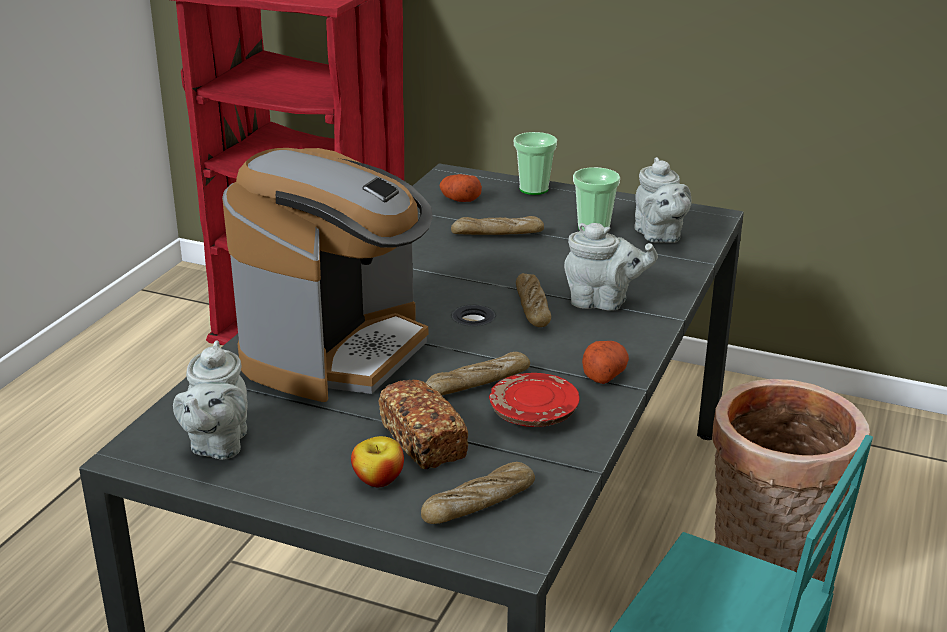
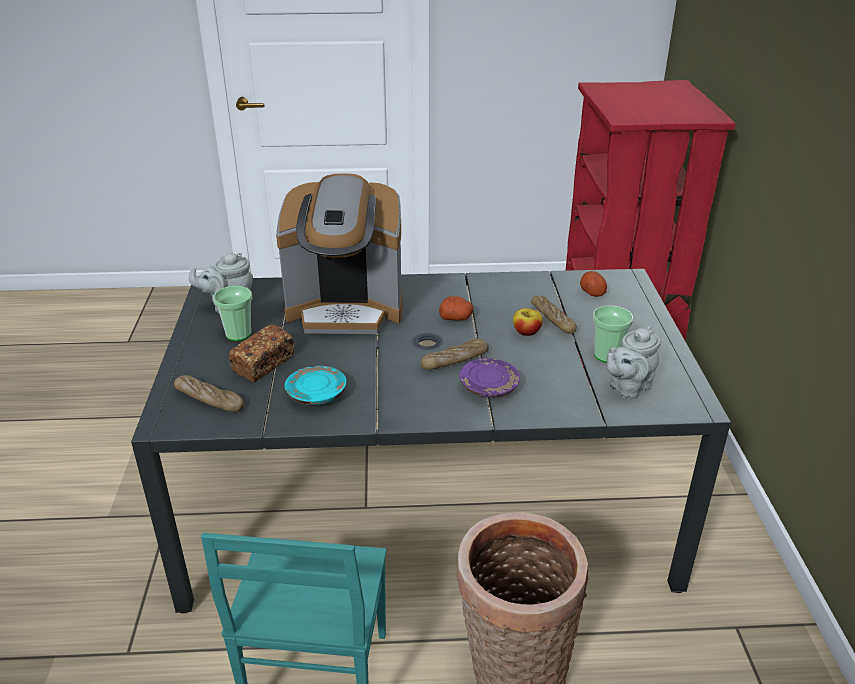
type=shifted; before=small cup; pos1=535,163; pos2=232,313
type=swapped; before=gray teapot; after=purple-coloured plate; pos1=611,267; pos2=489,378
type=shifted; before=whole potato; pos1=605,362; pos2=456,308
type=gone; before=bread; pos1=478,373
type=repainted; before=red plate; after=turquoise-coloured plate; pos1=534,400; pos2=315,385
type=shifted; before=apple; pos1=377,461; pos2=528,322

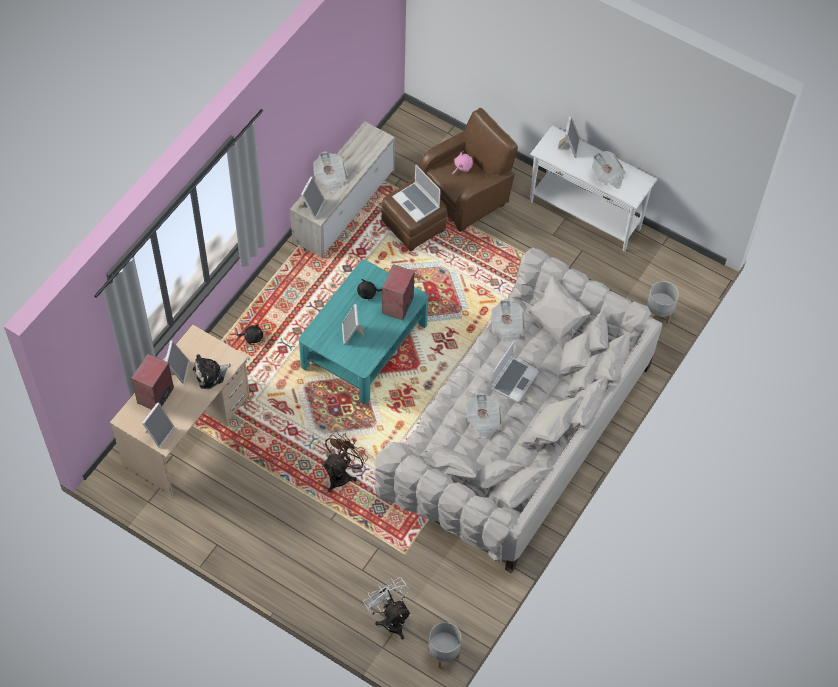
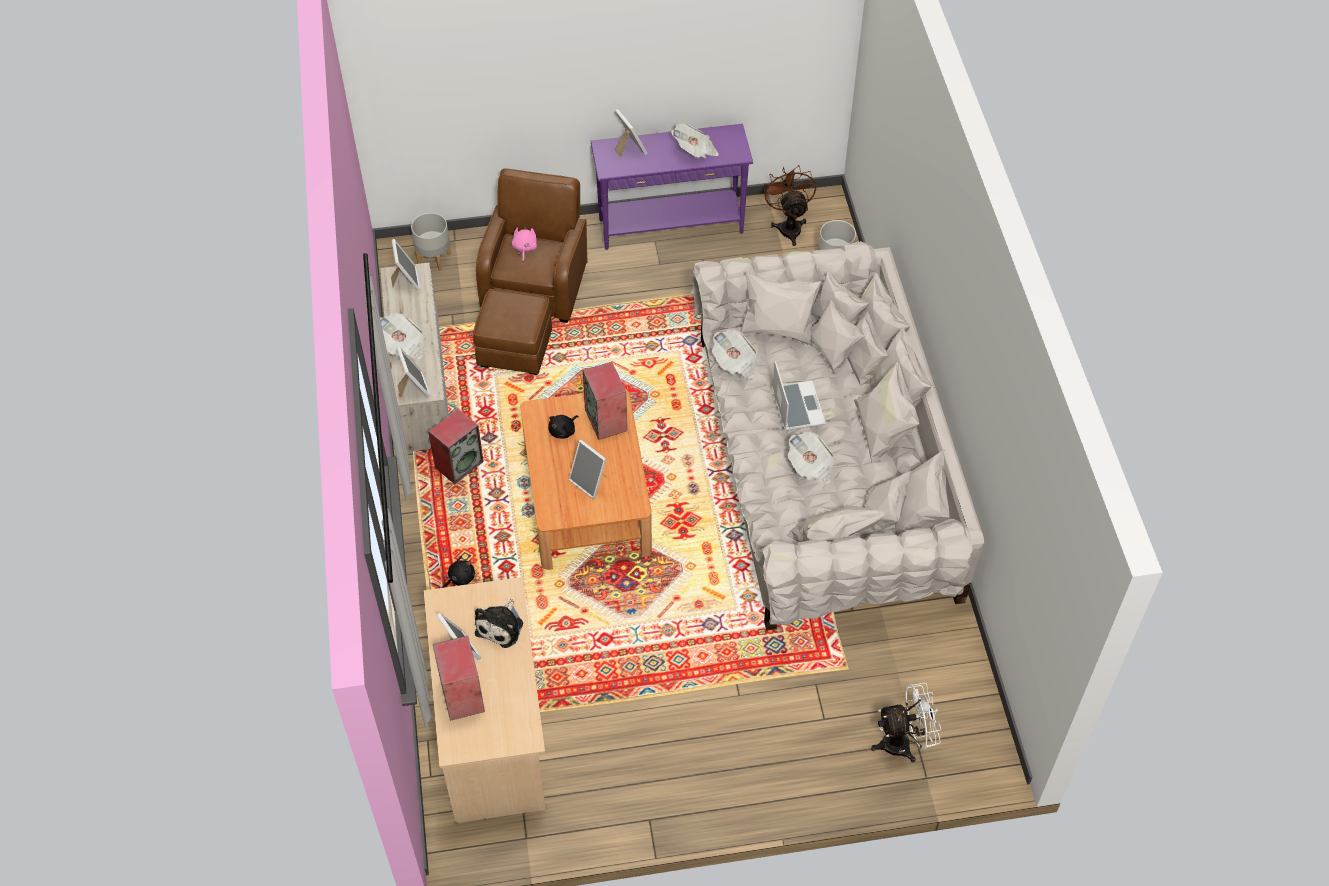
type=repainted; before=white-coloured hall table; after=purple-coloured hall table; pos1=593,188; pos2=672,187
type=gone; before=notebook computer; pos1=416,193
type=repainted; before=turquoise-coloured coffee table; after=brown coffee table; pos1=364,332; pos2=586,479
type=shifted; before=picture frame; pos1=158,425; pos2=405,264
type=shifted; before=brown cooling fan; pos1=345,461; pos2=789,205
type=rotated; before=white-coloured cooling fan; pos1=387,608; pos2=906,722; turn=150
type=shifted; before=gray plant pot; pos1=445,645; pos2=431,242
type=new; after=loudspeaker; pos2=456,446

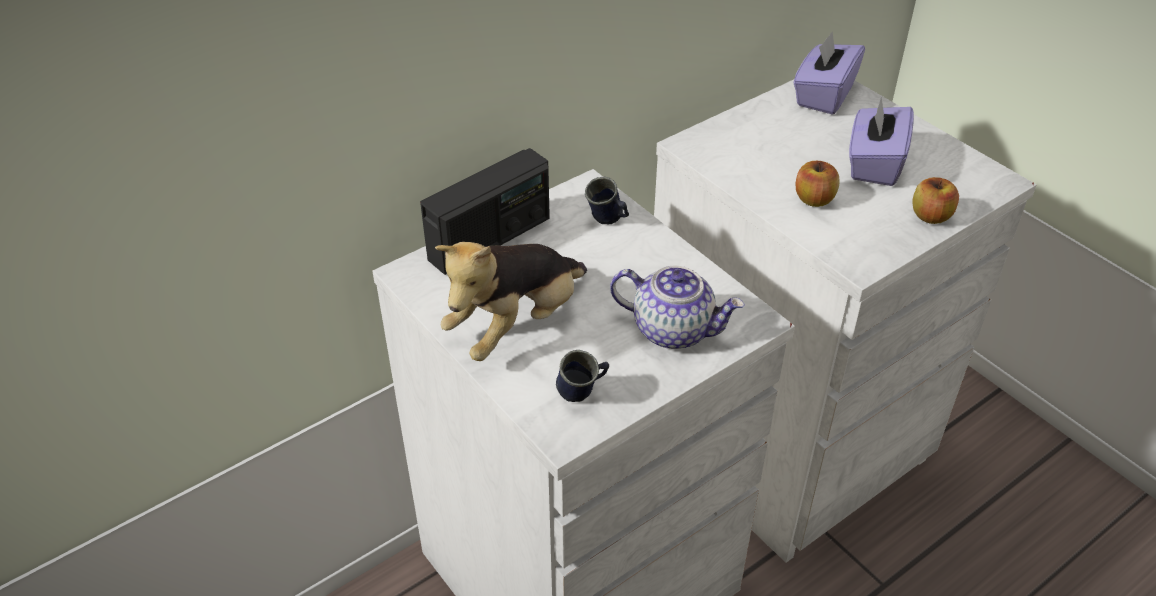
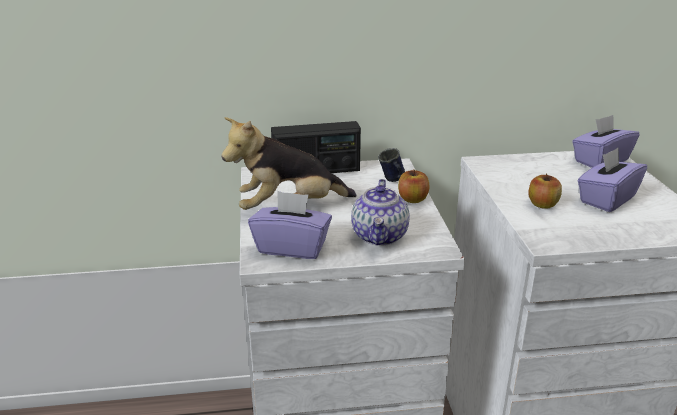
type=shifted; before=apple; pos1=935,200; pos2=413,186
type=rotated; before=teapot; pos1=677,307; pos2=380,212; turn=45
type=swapped; before=blue mug; after=purple-coloured tissue box; pos1=582,376; pos2=290,225

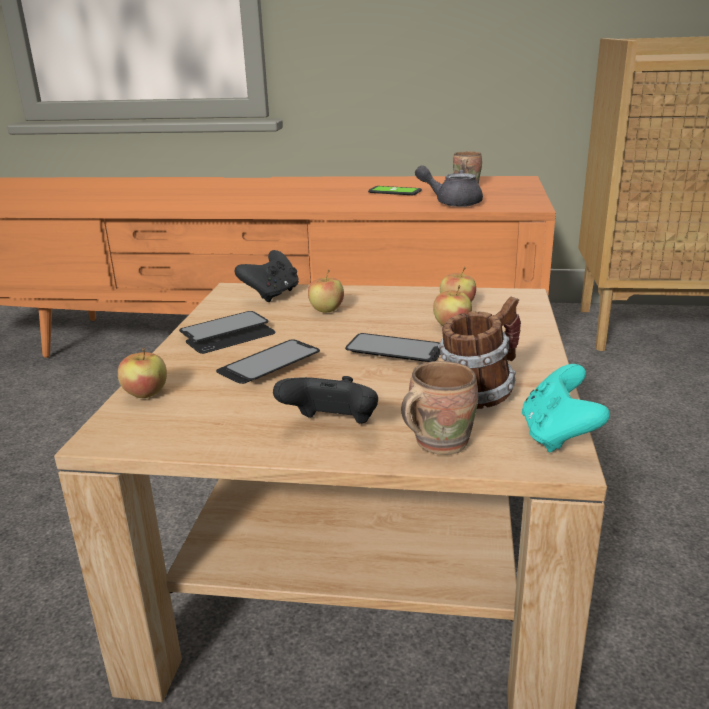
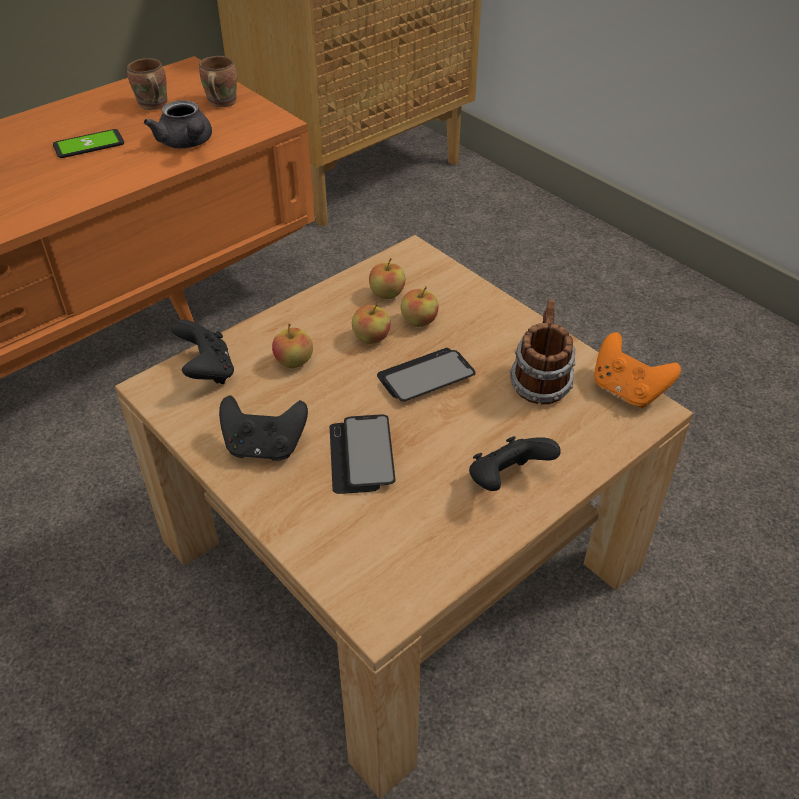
type=rotated; before=gray teapot; pos1=449,186; pos2=178,124; turn=-90
type=swapped; before=phone; after=blackish gamepad; pos1=227,332; pos2=263,428
type=shifted; before=apple; pos1=142,373; pos2=371,323
type=shifted; before=brown mug; pos1=439,408; pos2=218,81
type=repainted; before=turquoise-coloured gamepad; after=orange-coloured gamepad; pos1=566,408; pos2=637,370

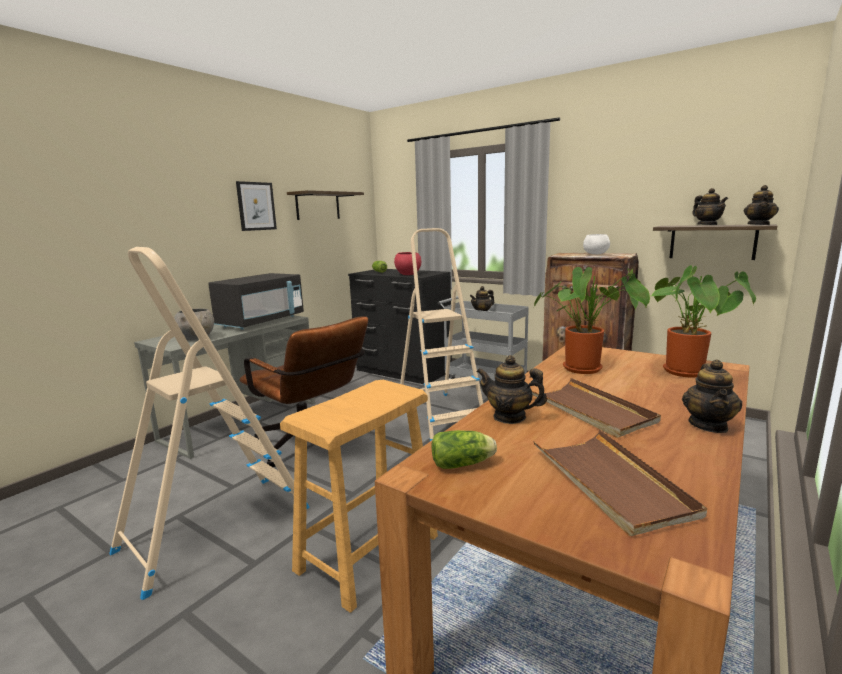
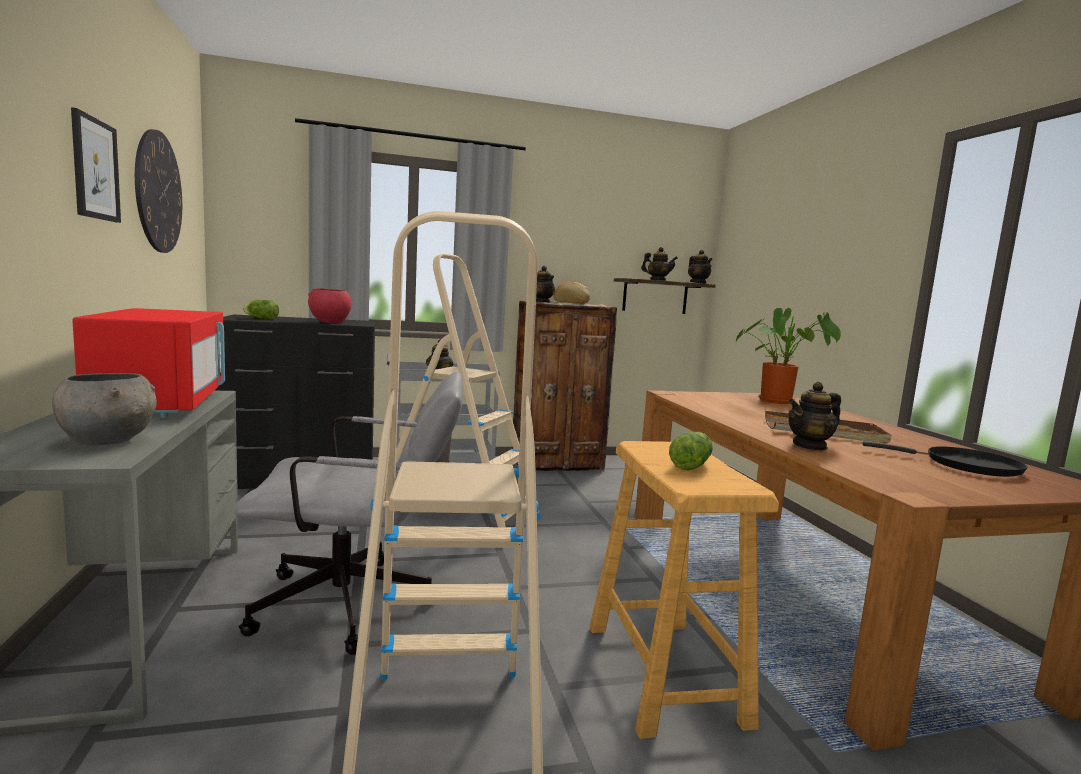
type=swapped; before=shelf; after=hanging clock; pos1=325,205; pos2=158,191
type=swapped; before=white-coloured bowl; after=bread; pos1=596,244; pos2=571,293
type=gone; before=plant in a pot; pos1=592,320
type=repainted; before=blackish microwave; after=red microwave; pos1=256,301; pos2=148,363
type=repainted; before=brown desk chair; after=gray desk chair; pos1=303,391; pos2=348,513
type=shifted; before=teapot; pos1=712,396; pos2=545,284
type=shifted; before=head of lettuce; pos1=464,449; pos2=691,451
type=swapped; before=brown tray; after=blackish pan; pos1=620,483; pos2=944,459

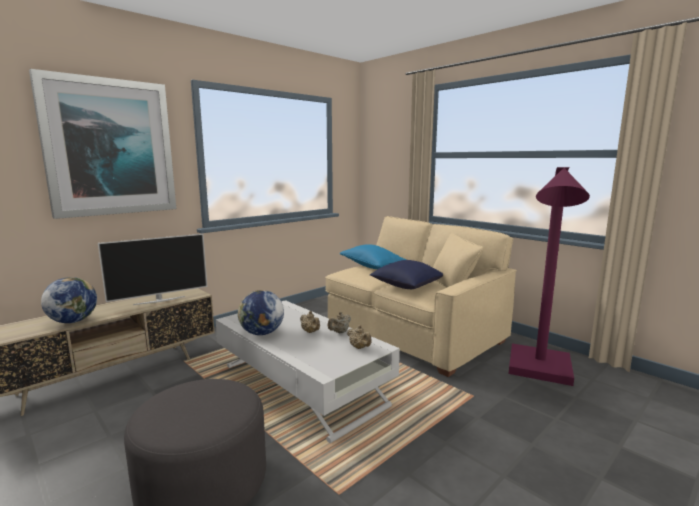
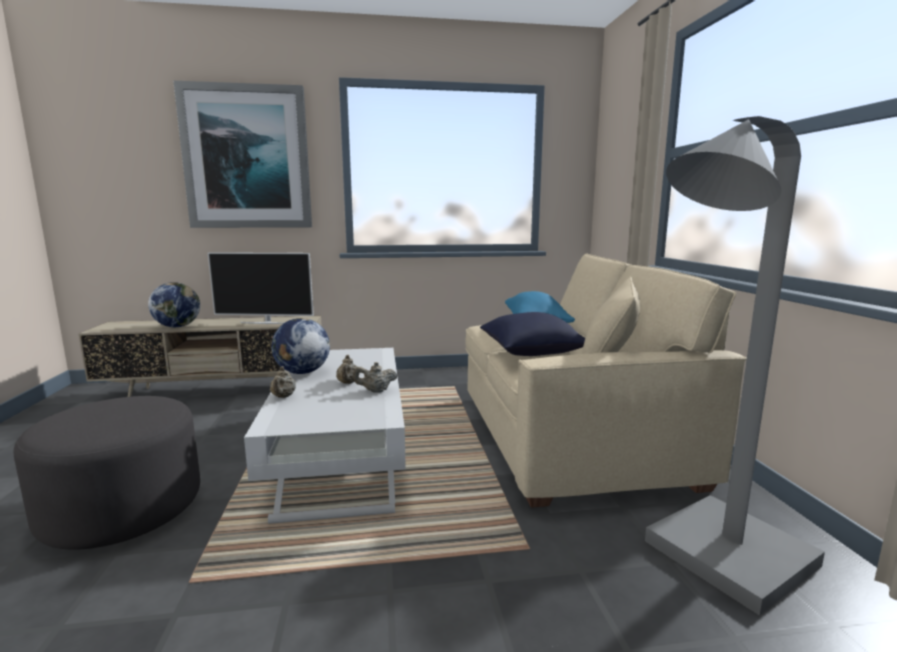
type=repainted; before=purple-coloured standard lamp; after=gray standard lamp; pos1=549,276; pos2=735,366
type=shifted; before=sand-coloured teapot; pos1=359,337; pos2=283,382

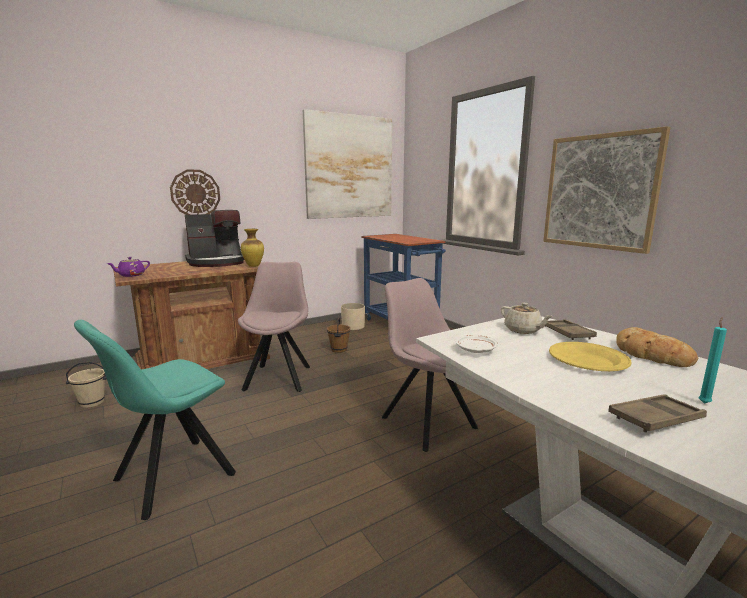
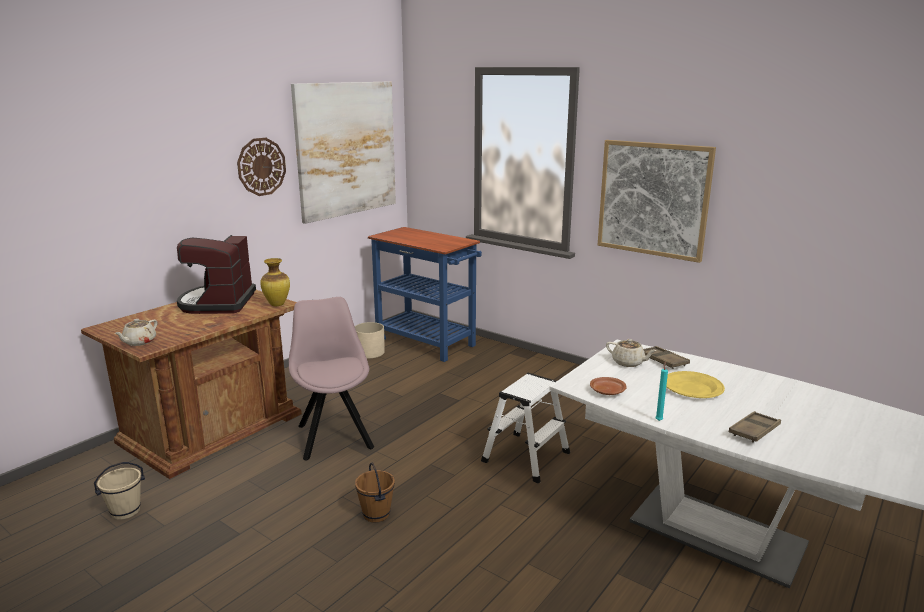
type=shifted; before=hanging clock; pos1=195,192; pos2=261,167
type=rotated; before=coffee machine; pos1=214,238; pos2=216,274; turn=135
type=repainted; before=purple-coloured teapot; after=sand-coloured teapot; pos1=128,267; pos2=135,332
type=swapped; before=pinkish chair; after=white-coloured stepladder; pos1=430,365; pos2=525,428
type=shifted; before=turquoise-coloured wax candle; pos1=712,360; pos2=661,391
type=shifted; before=brown water bucket; pos1=338,335; pos2=375,493
type=gone; before=turquoise-coloured chair; pos1=155,420
type=gone; before=bread; pos1=657,347
type=repainted; before=white-coloured plate; after=brown plate; pos1=476,344; pos2=608,386

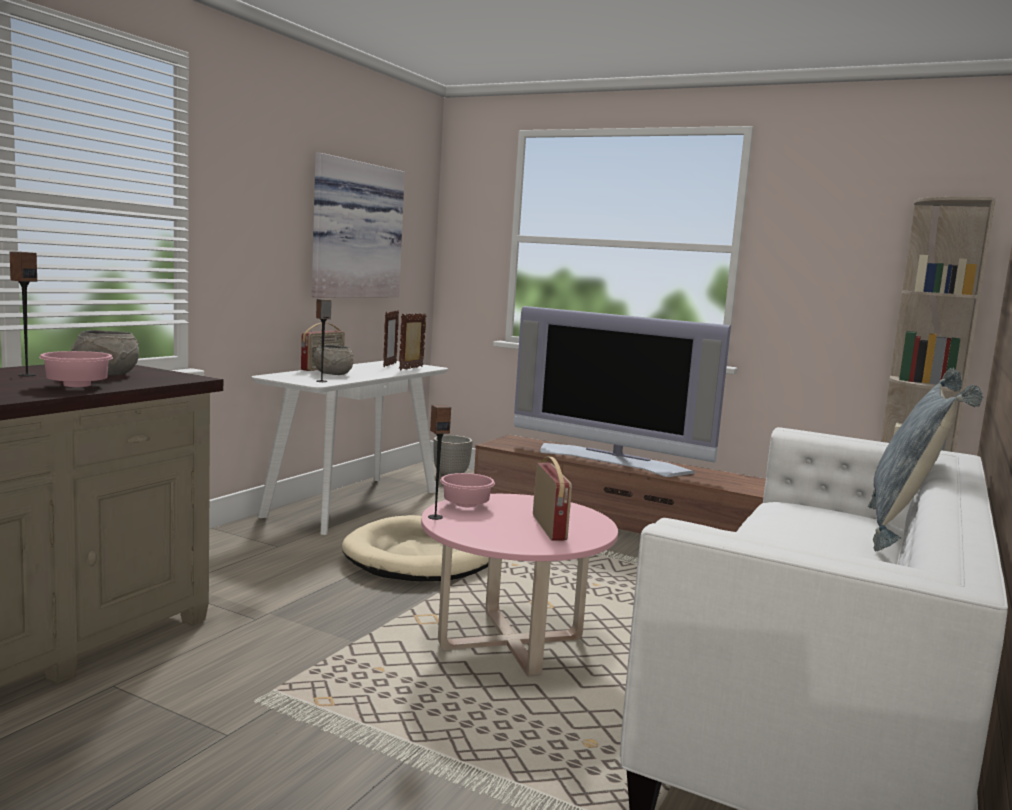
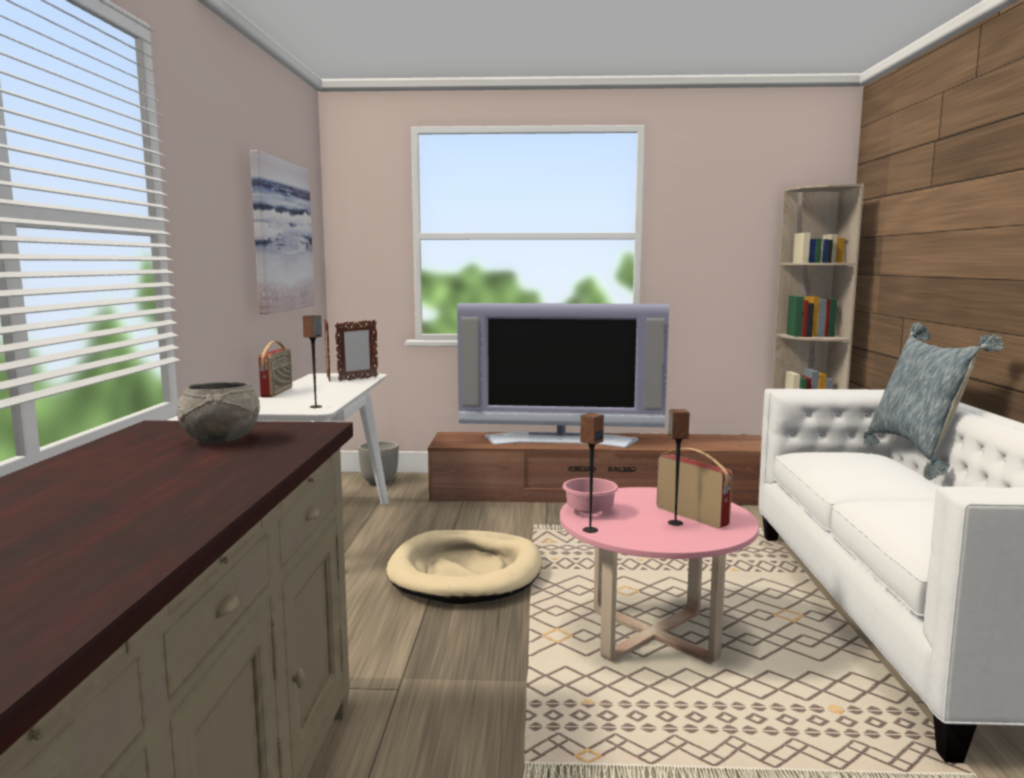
type=shifted; before=loudspeaker; pos1=23,313; pos2=678,467
type=rotated; before=picture frame; pos1=412,341; pos2=356,350; turn=-135
type=gone; before=gray bowl; pos1=334,360
type=gone; before=pinkish bowl; pos1=76,369

